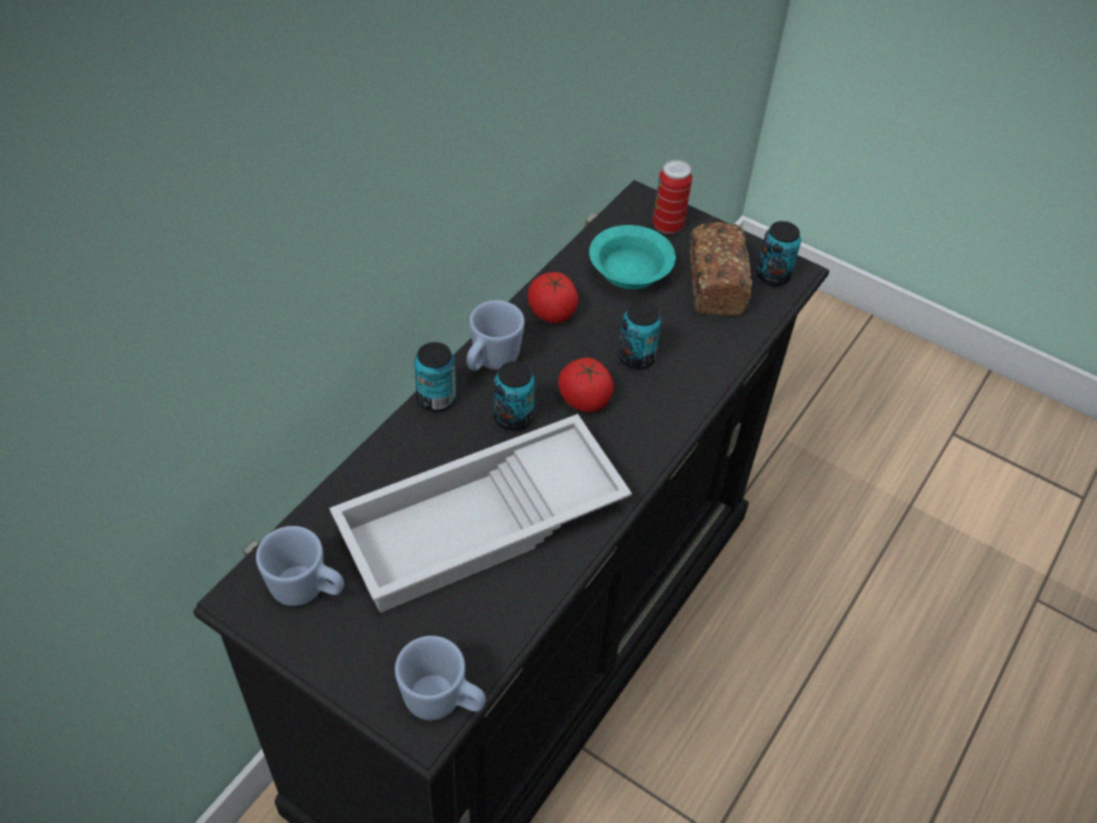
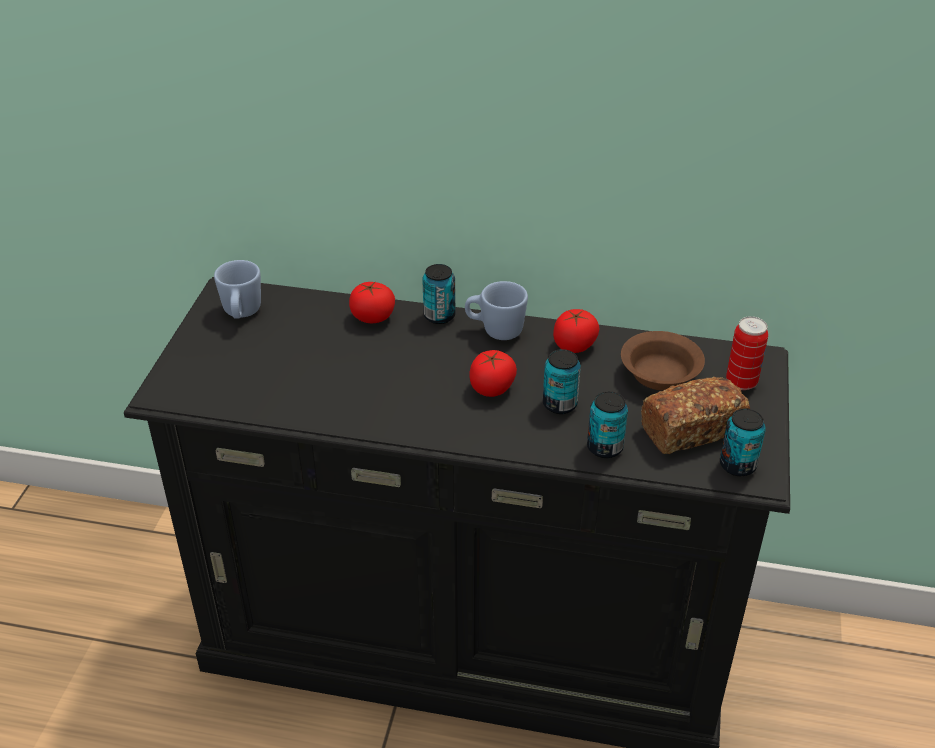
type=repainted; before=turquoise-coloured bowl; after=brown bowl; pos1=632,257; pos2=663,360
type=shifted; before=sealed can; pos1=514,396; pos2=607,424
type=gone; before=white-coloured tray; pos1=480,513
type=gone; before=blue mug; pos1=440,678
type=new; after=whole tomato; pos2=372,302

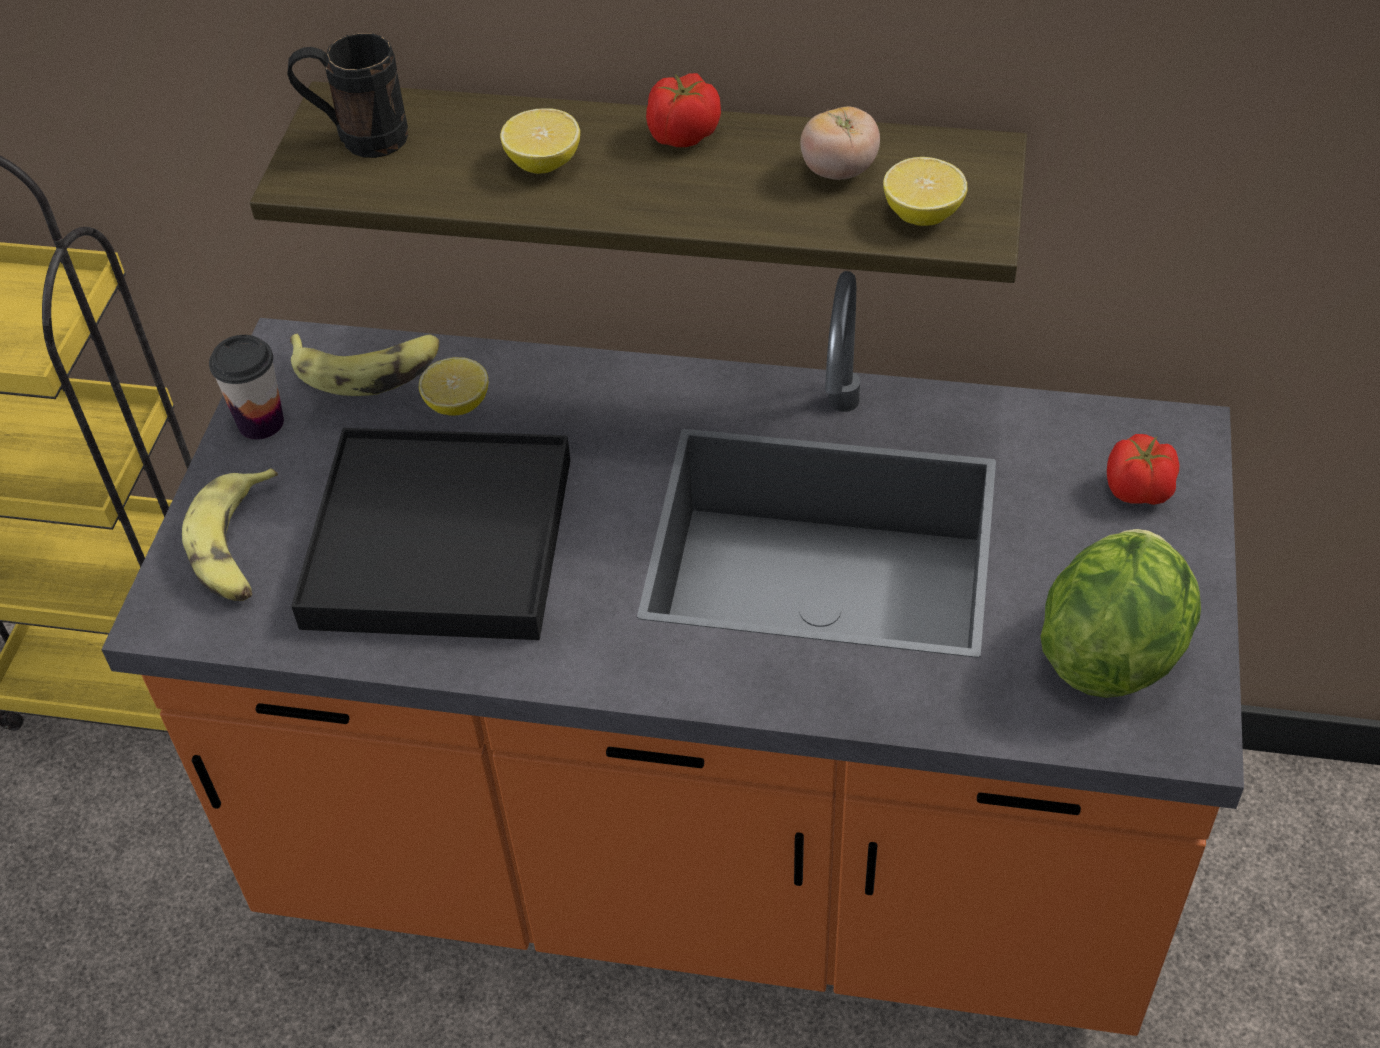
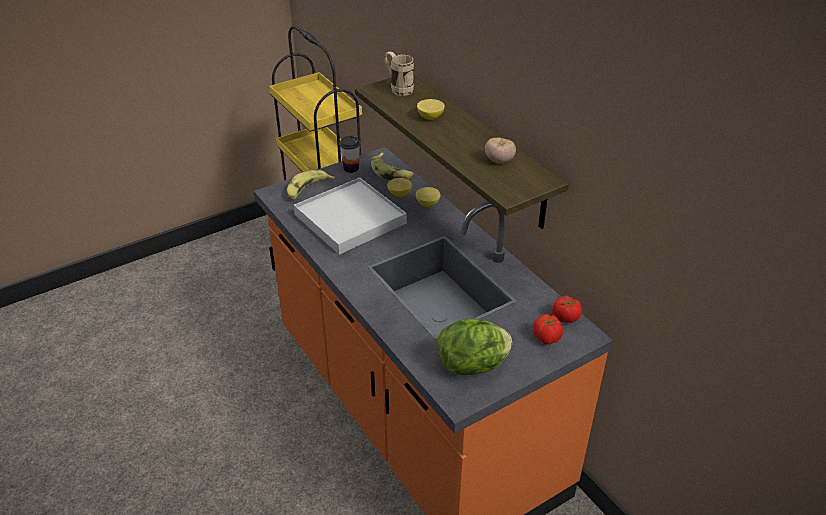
type=repainted; before=blackish mug; after=sand-coloured mug; pos1=347,95; pos2=398,73
type=shifted; before=whole tomato; pos1=683,110; pos2=567,309
type=shifted; before=citrus fruit; pos1=925,191; pos2=428,197
type=repainted; before=blackish tray; after=white-coloured tray; pos1=430,534; pos2=350,216

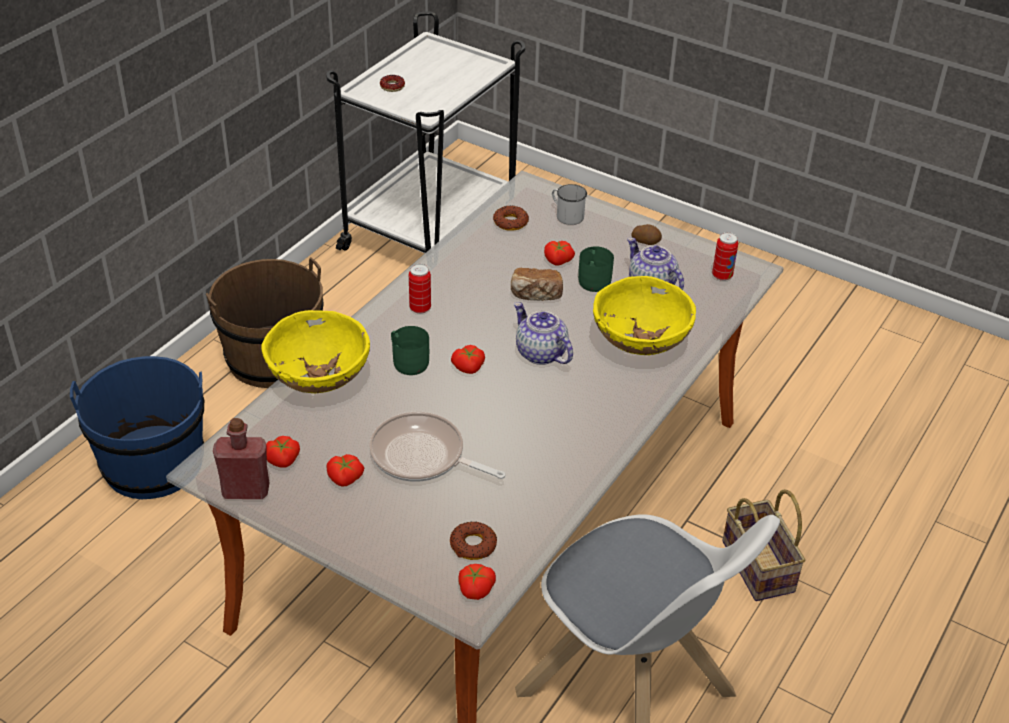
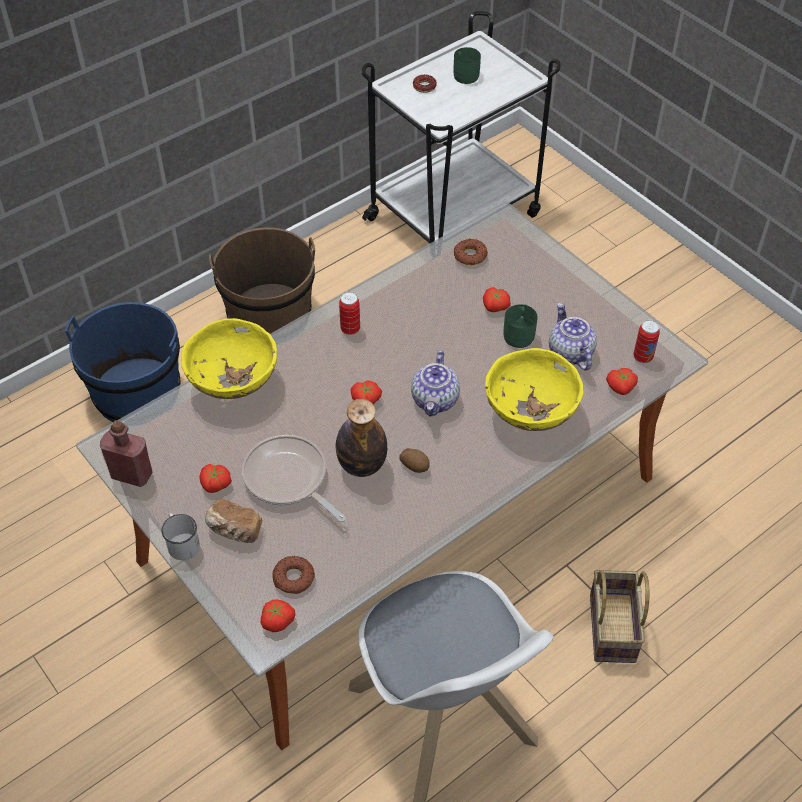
type=shifted; before=white-coloured mug; pos1=569,204; pos2=180,536
type=shifted; before=whole potato; pos1=646,234; pos2=414,460
type=shifted; before=bread; pos1=537,284; pos2=233,521
type=rotated; before=teapot; pos1=543,333; pos2=435,383; turn=-150
type=shifted; before=greenish mug; pos1=410,350; pos2=467,65
type=shifted; before=whole tomato; pos1=283,452; pos2=622,381
type=new; after=bottle; pos2=361,438

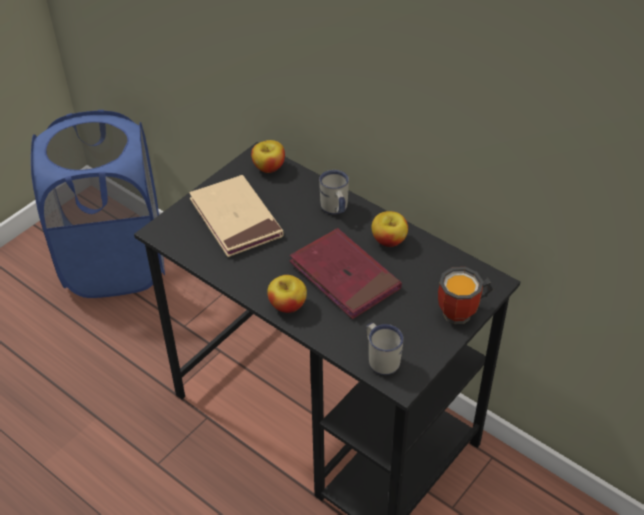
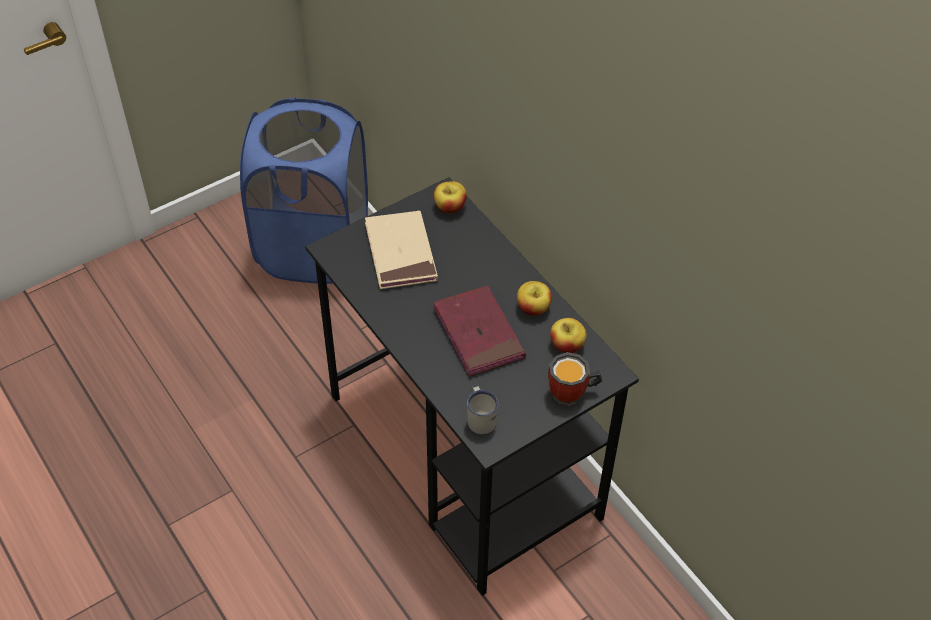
type=gone; before=white-coloured mug; pos1=334,192
type=shifted; before=apple; pos1=287,294; pos2=568,335

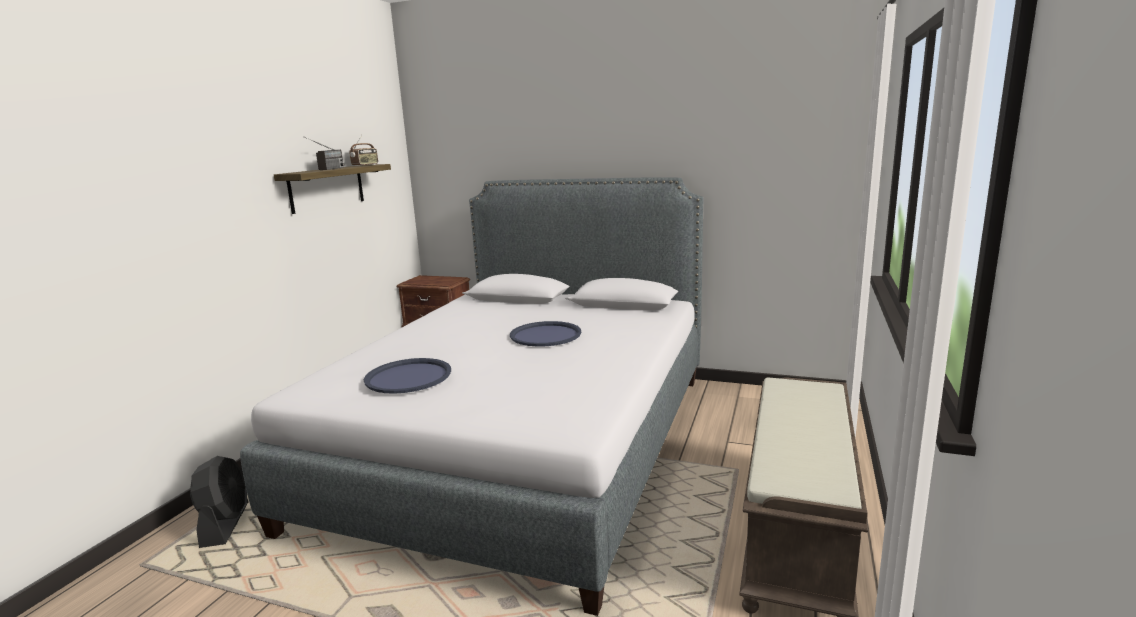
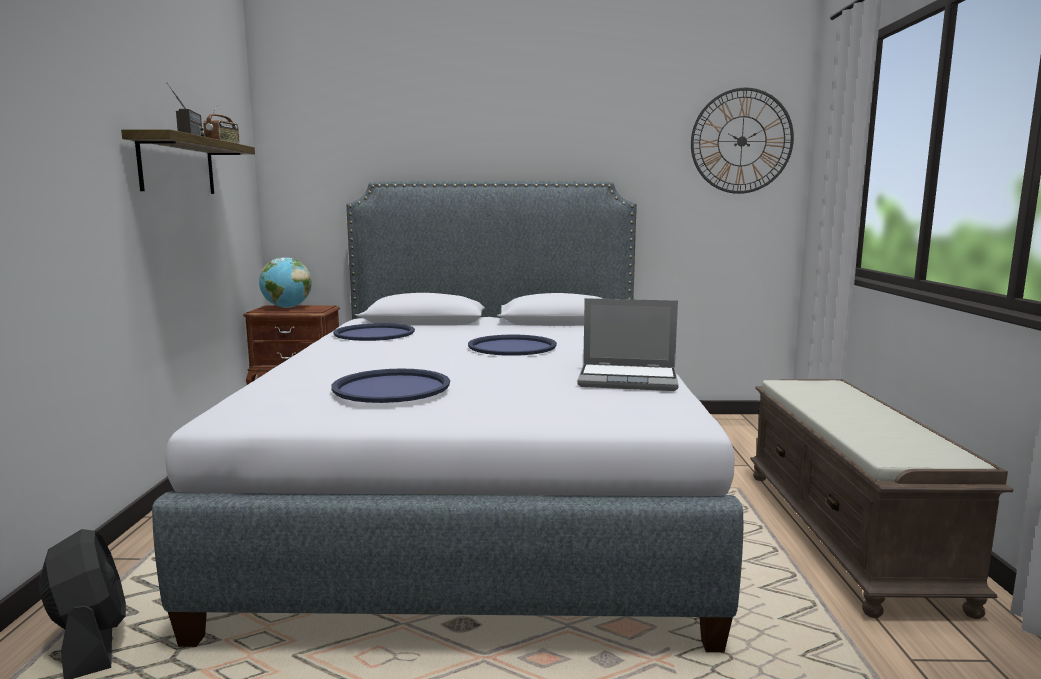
type=new; after=hanging clock; pos2=742,141
type=new; after=globe; pos2=285,282
type=new; after=notebook computer; pos2=628,344
type=new; after=blue tray; pos2=374,332

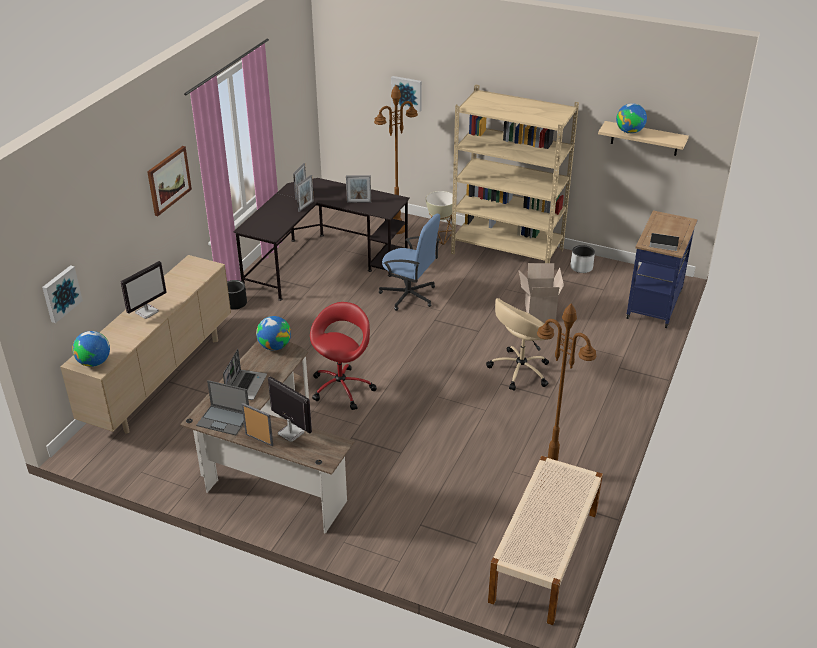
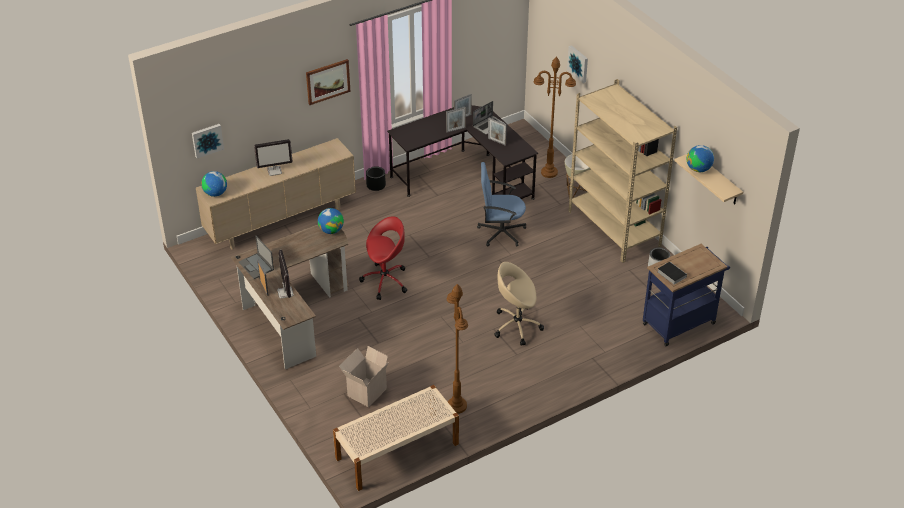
type=rotated; before=blue desk chair; pos1=409,262; pos2=501,204; turn=120
type=shifted; before=cardboard box; pos1=541,292; pos2=364,376
type=shifted; before=notebook computer; pos1=245,374; pos2=489,118

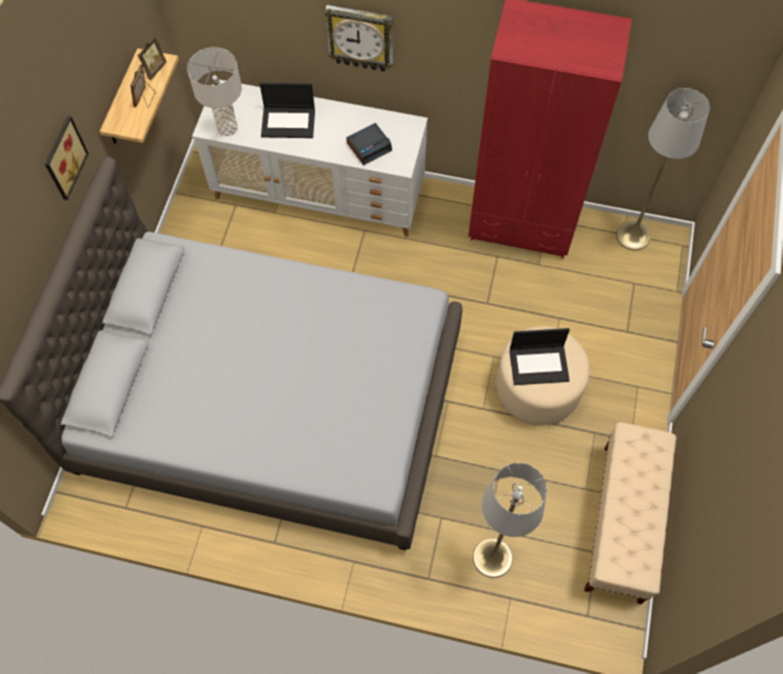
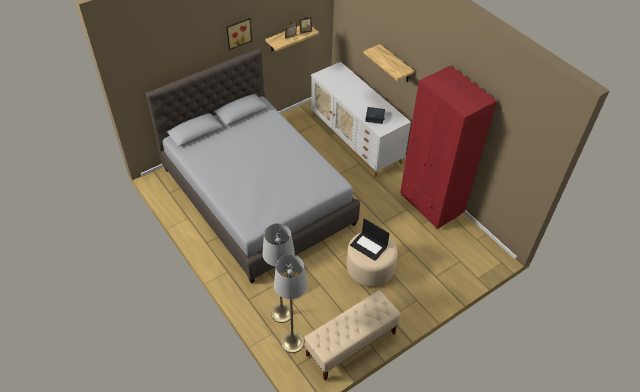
type=swapped; before=hanging clock; after=shelf; pos1=359,38; pos2=388,63
type=gone; before=white-coloured lamp for a table; pos1=214,91
type=gone; before=notebook computer; pos1=287,110
type=shifted; before=gray standard lamp; pos1=663,169; pos2=290,303

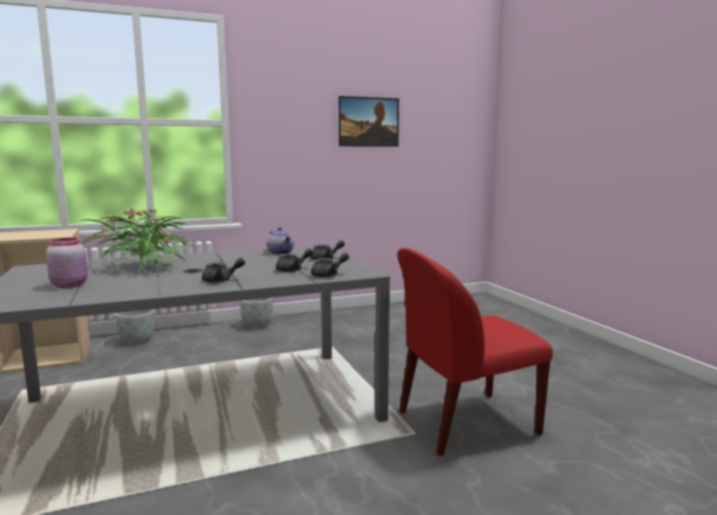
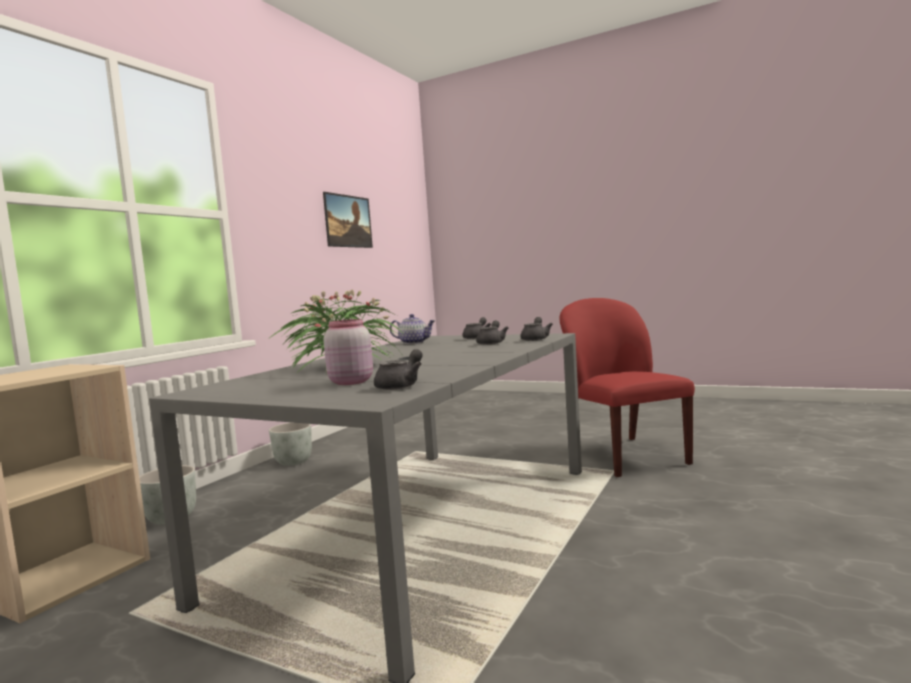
type=rotated; before=red chair; pos1=475,352; pos2=627,387; turn=135
type=shifted; before=gray teapot; pos1=223,270; pos2=398,369

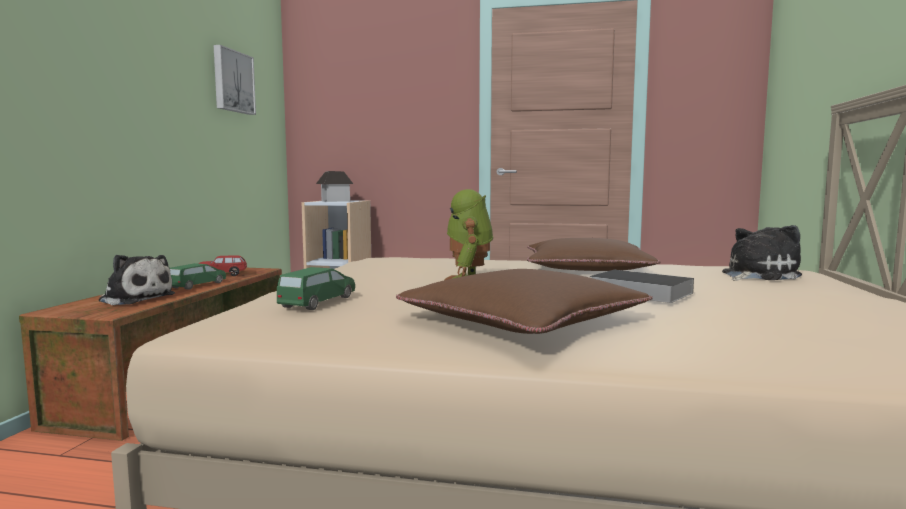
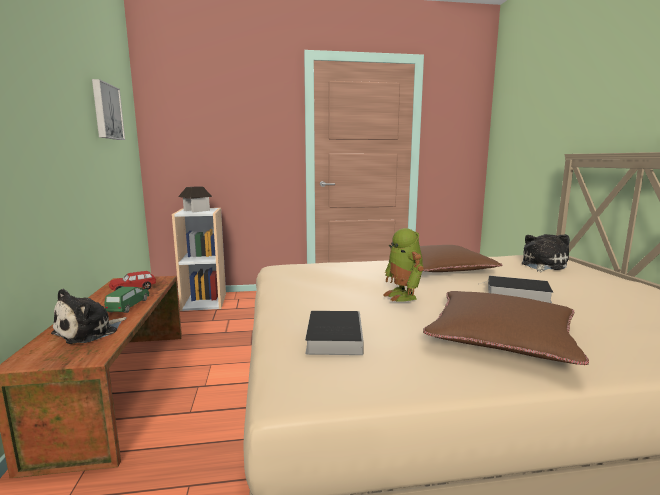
type=rotated; before=plush toy; pos1=136,280; pos2=89,316; turn=120
type=swapped; before=greenish model car; after=bound book; pos1=316,288; pos2=334,333

